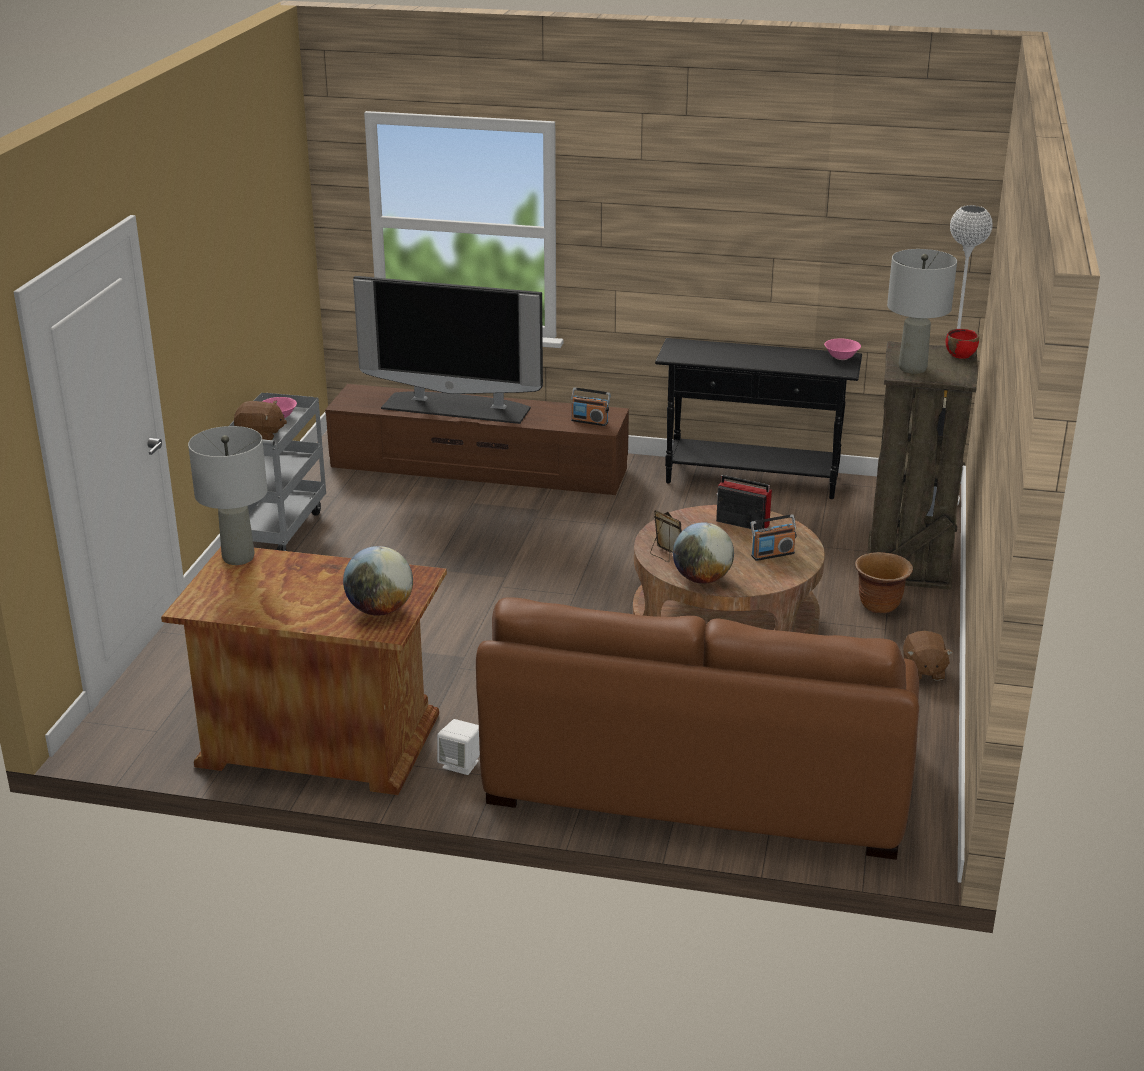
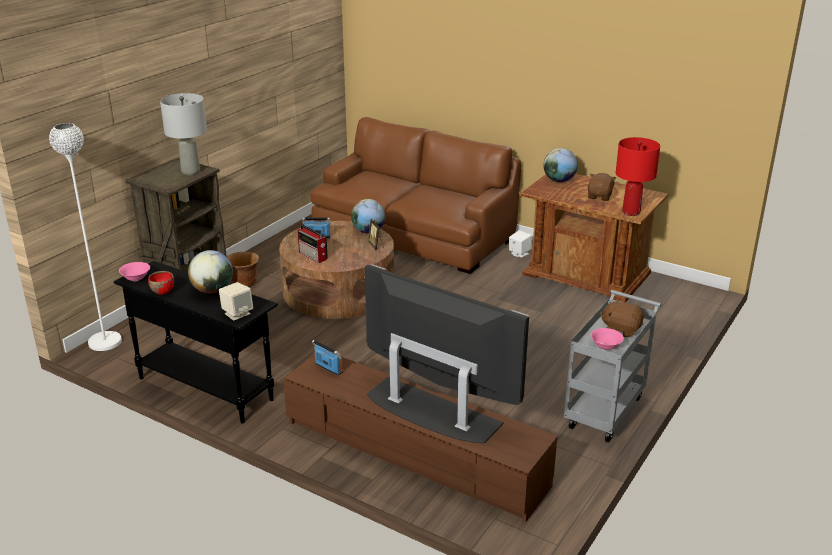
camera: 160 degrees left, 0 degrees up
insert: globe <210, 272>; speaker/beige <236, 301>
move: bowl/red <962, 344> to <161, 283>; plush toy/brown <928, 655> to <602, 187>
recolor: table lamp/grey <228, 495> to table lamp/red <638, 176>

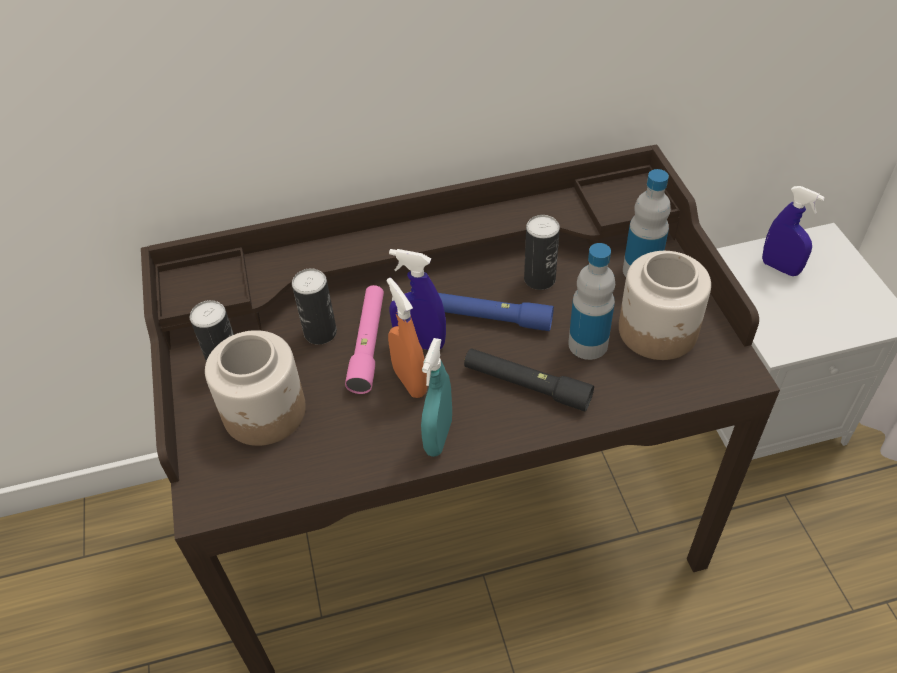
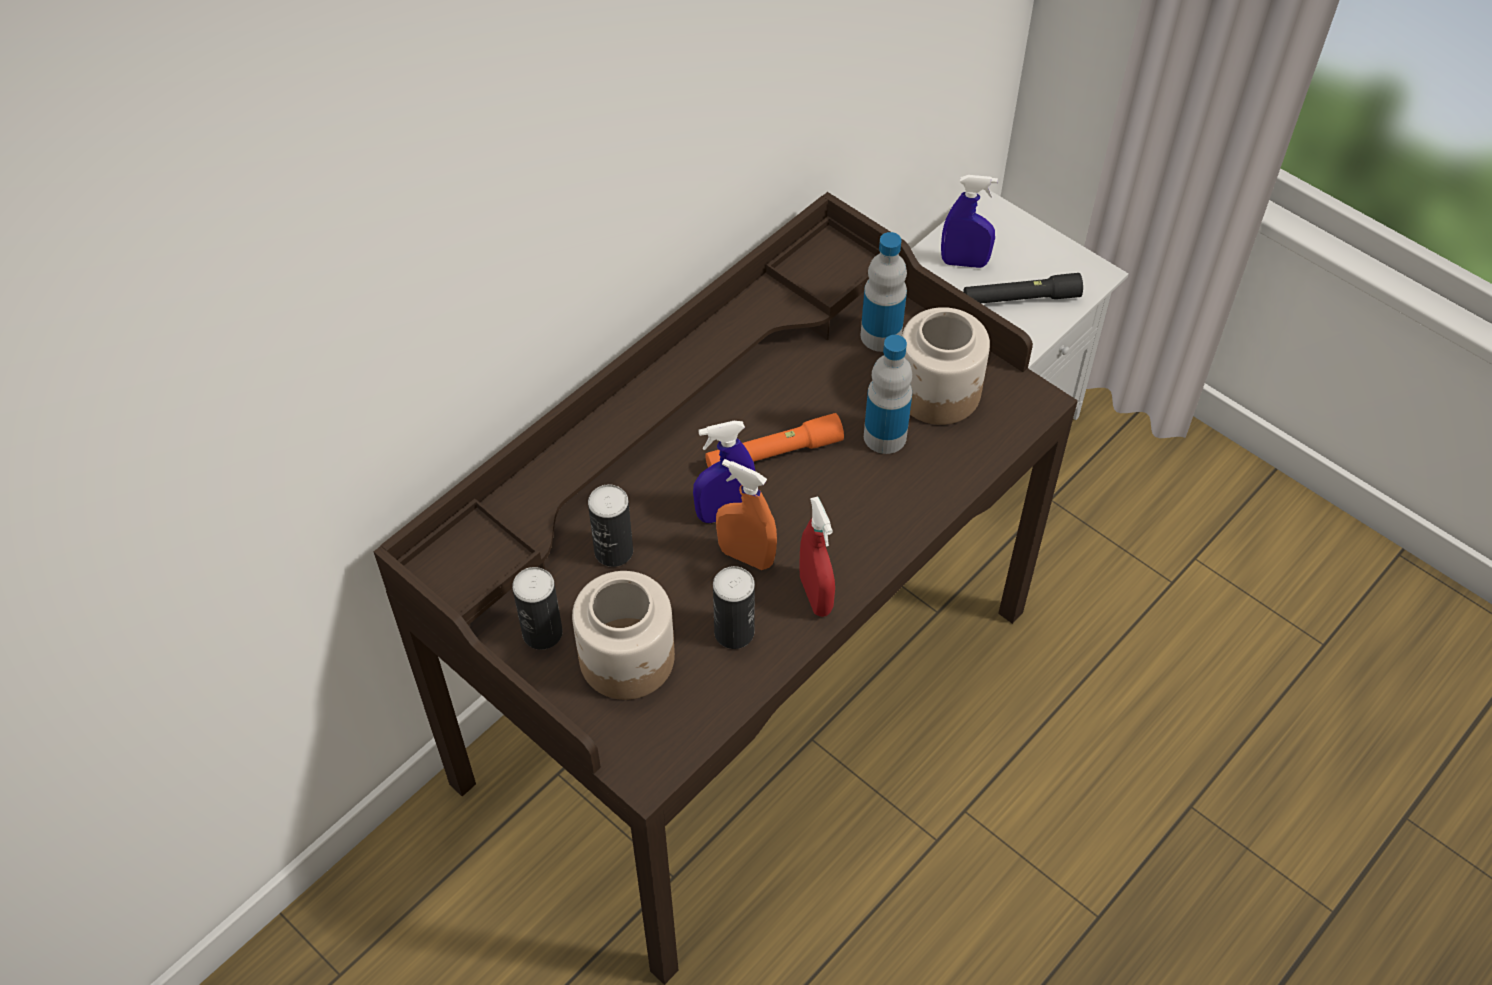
camera: 35 degrees left, 5 degrees up
delete: flashlight/pink <364, 339>
move: can <542, 252> to <734, 607>; flashlight/black <529, 380> to <1023, 288>
recolor: flashlight/blue <496, 312> to flashlight/orange <774, 440>; spray bottle/turquoise <436, 397> to spray bottle/red <817, 556>

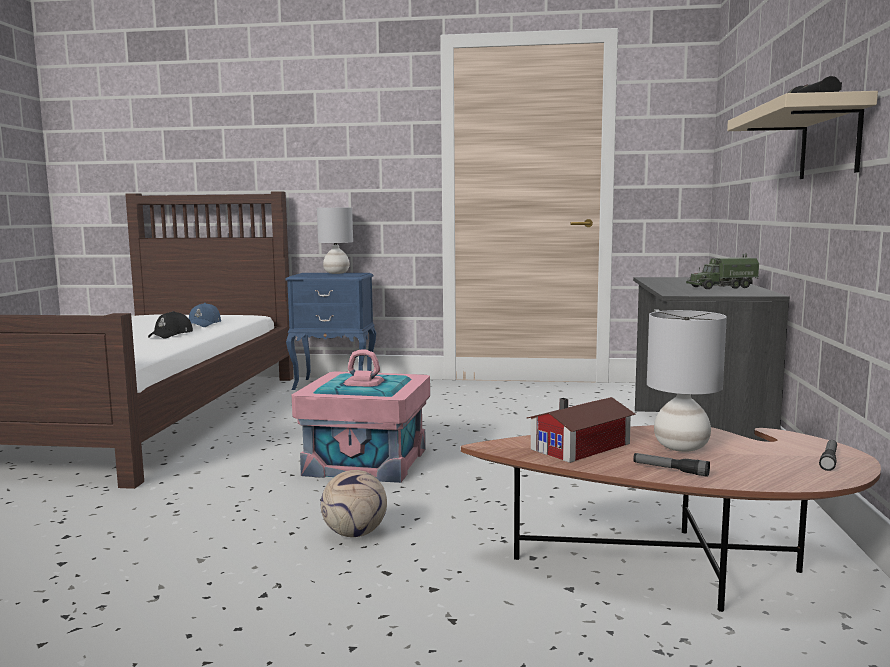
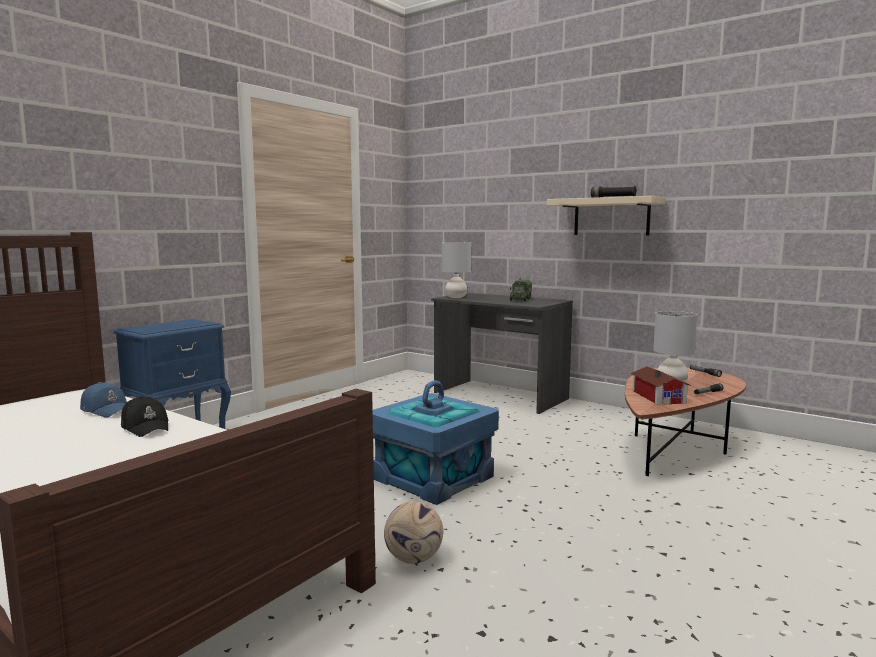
camera: 60 degrees left, 0 degrees up
move: table lamp/grey <335, 241> to <456, 270>; football <354, 503> to <413, 532>
recolor: storage box/pink <361, 416> to storage box/blue <436, 442>

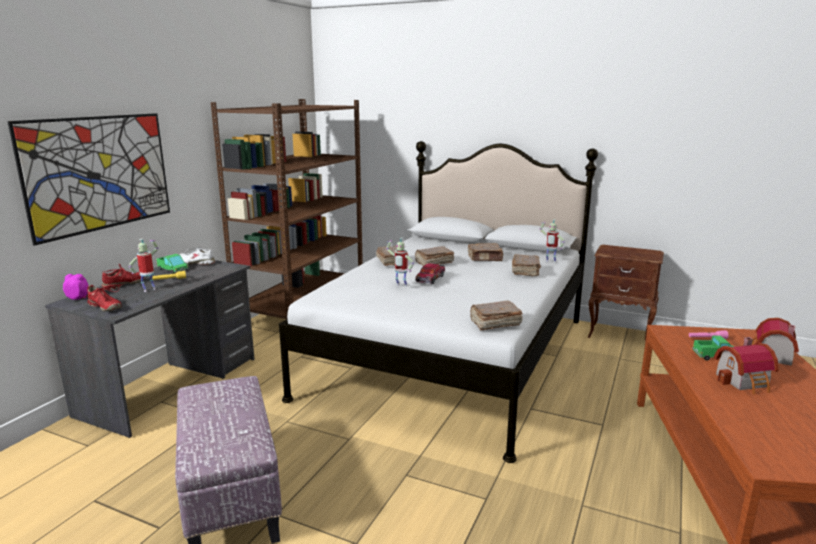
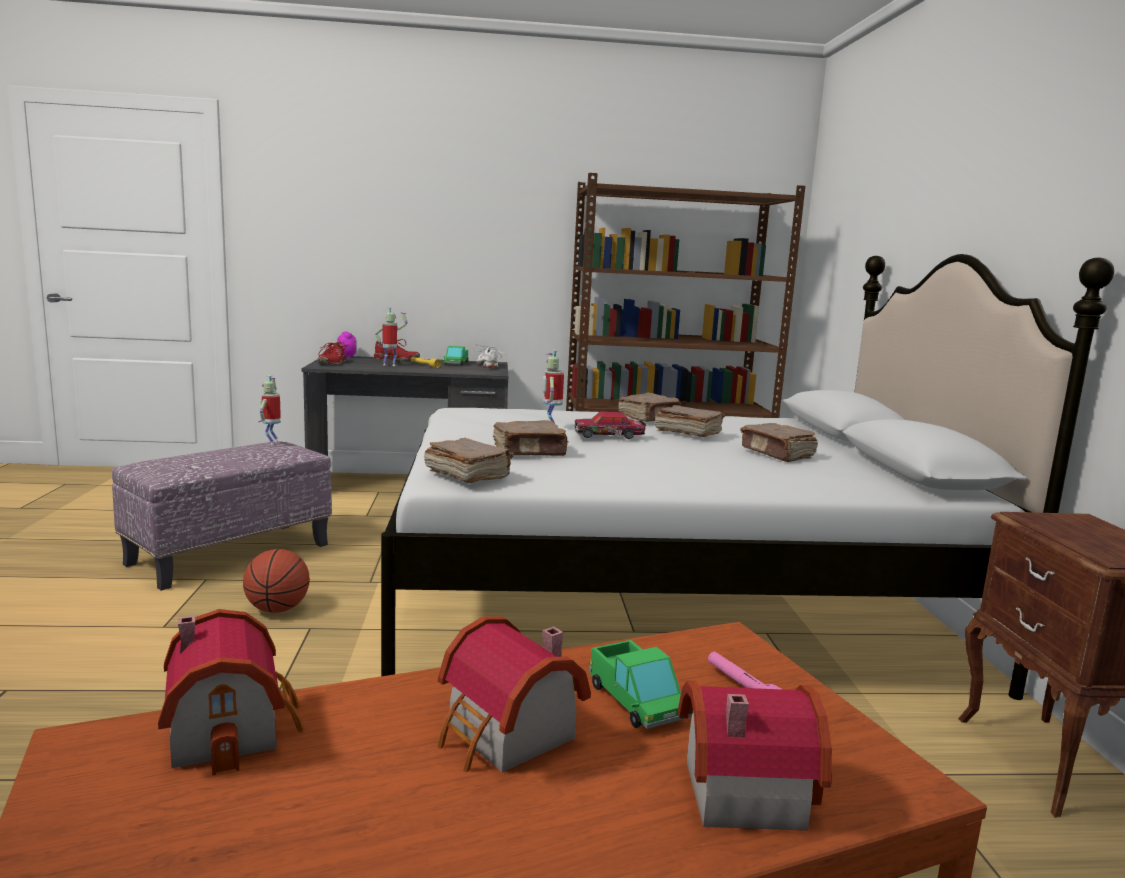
camera: 60 degrees right, 5 degrees down
delete: picture <88, 179>
insert: basketball <276, 581>; toy house <231, 692>
move: toy robot <552, 241> to <270, 410>; book/brown <526, 265> to <530, 438>

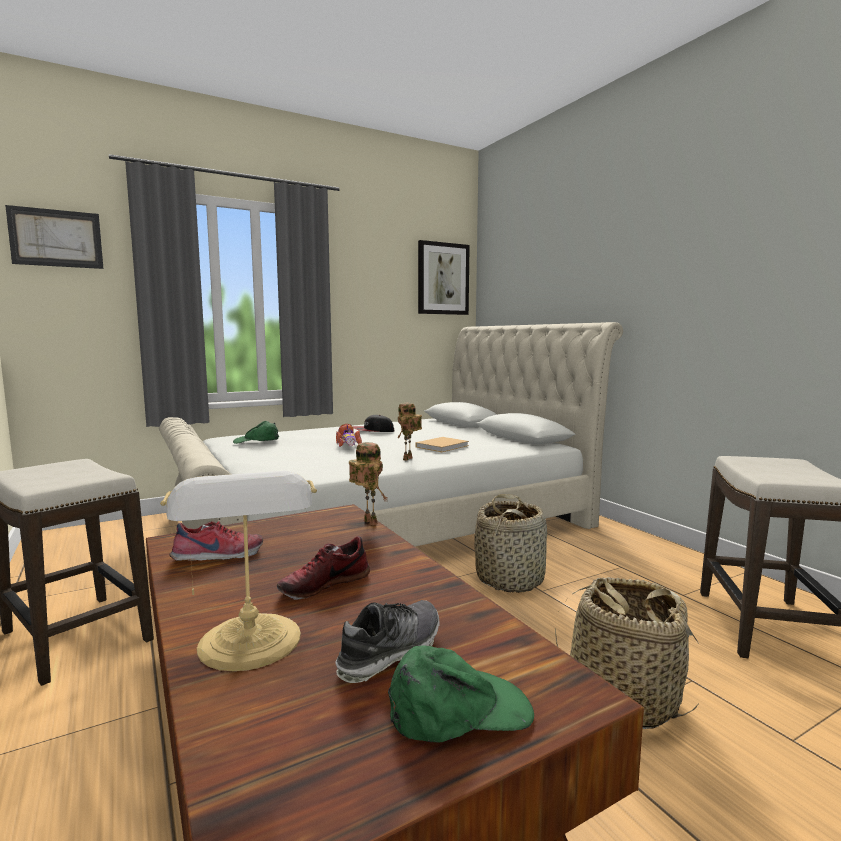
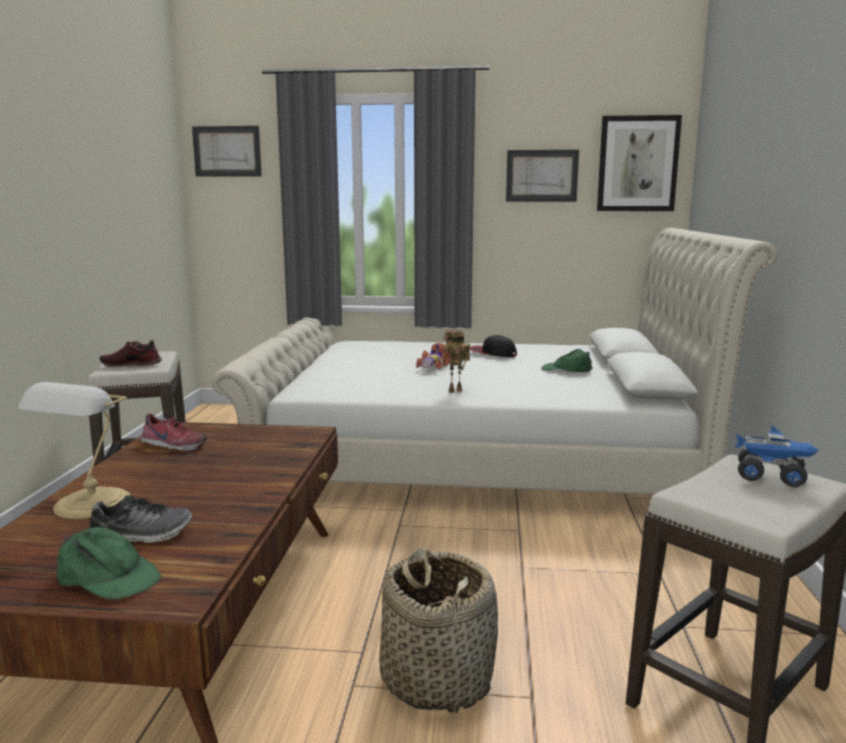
camera: 35 degrees right, 5 degrees up
delete: book/beige <442, 444>; toy robot <368, 484>; basket <510, 543>
insert: picture <542, 176>; toy truck <776, 455>
move: cap/green <256, 432> to <566, 360>; shoe <323, 568> to <130, 353>

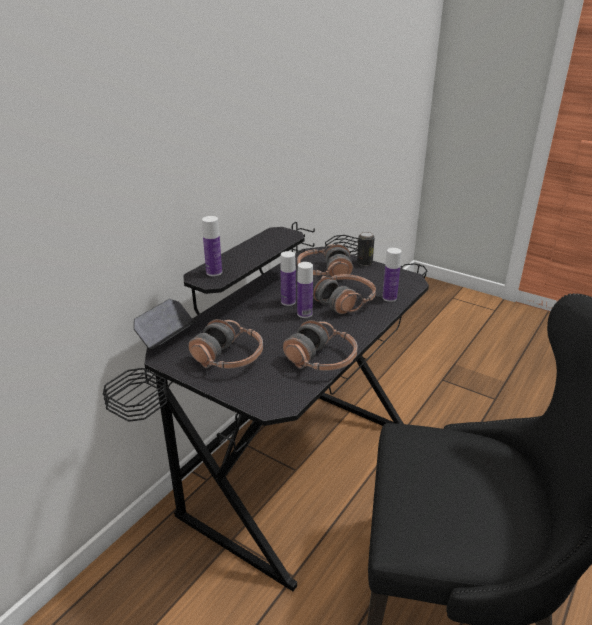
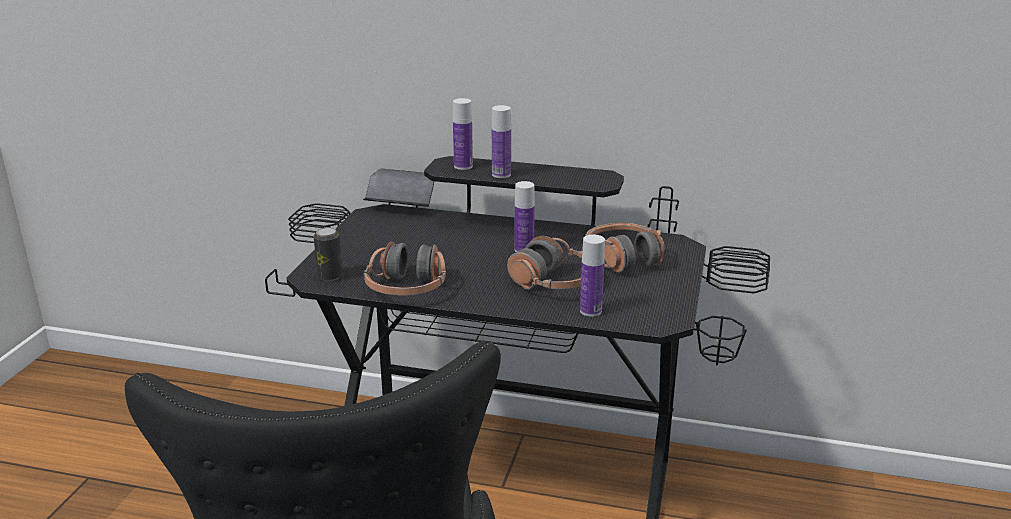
camera: 70 degrees right, 5 degrees down
delete: headphones <225, 344>
move: can <366, 249> to <328, 254>; bottle <305, 290> to <501, 141>

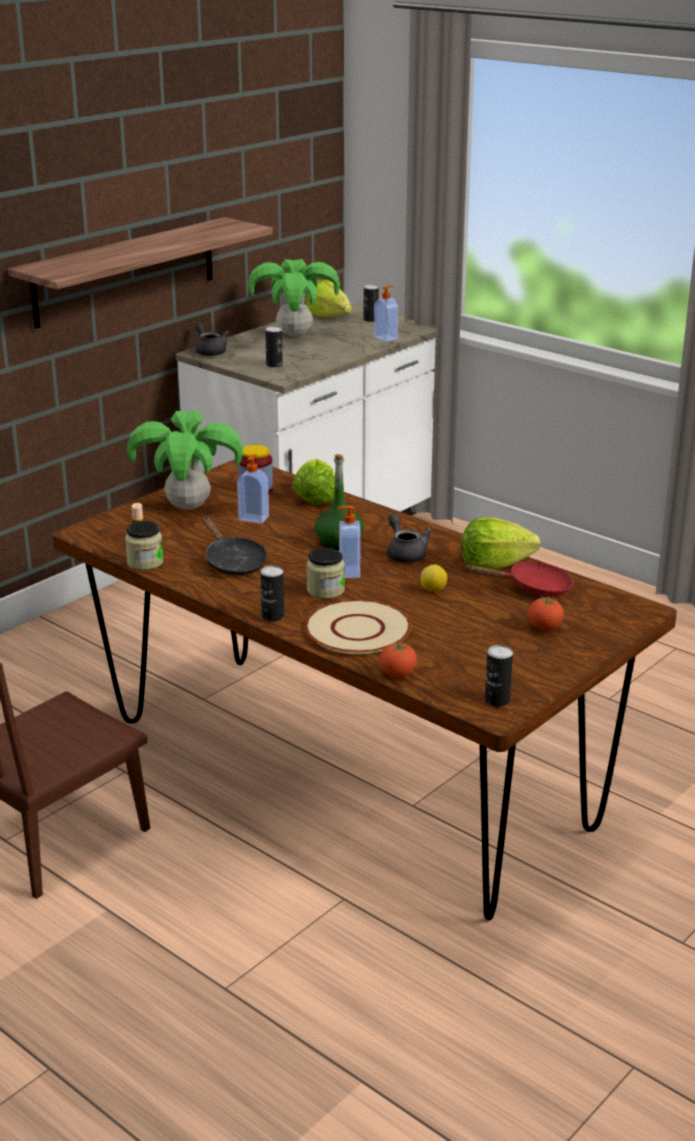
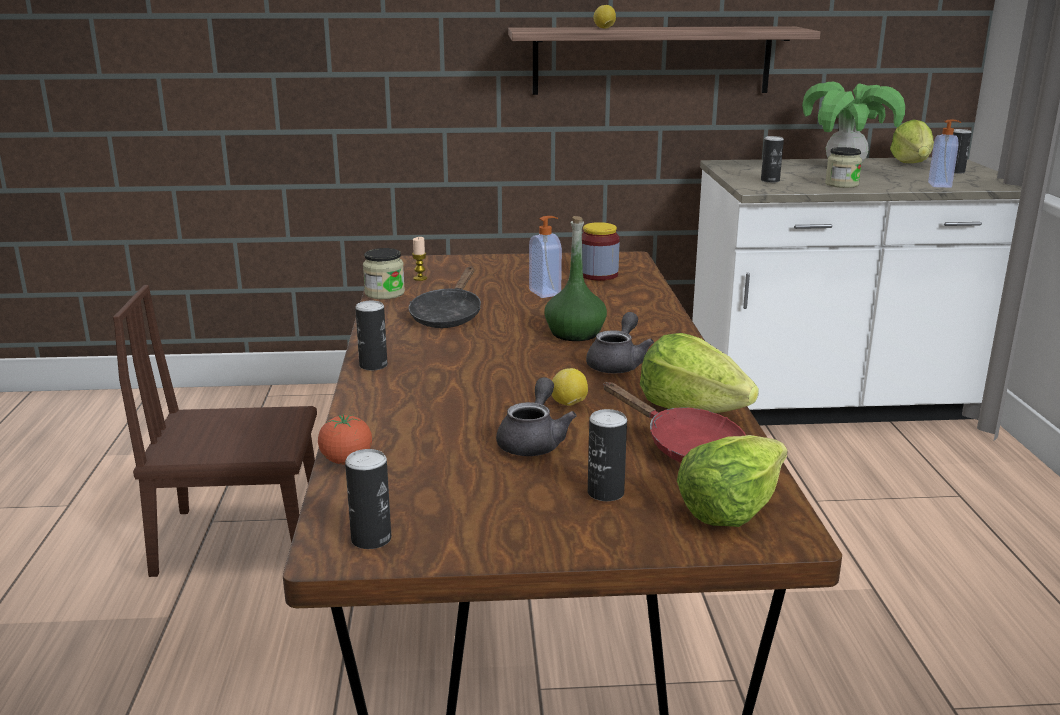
camera: 45 degrees right, 5 degrees down
delete: potted plant <185, 460>; soap dispenser <348, 542>; plate/beige <358, 627>
insert: lemon <604, 16>
move: teapot/grey <212, 339> to <536, 416>; lettuce <313, 482> to <732, 481>; jar <325, 573> to <843, 167>
replace: tomato <546, 613> to can <607, 455>

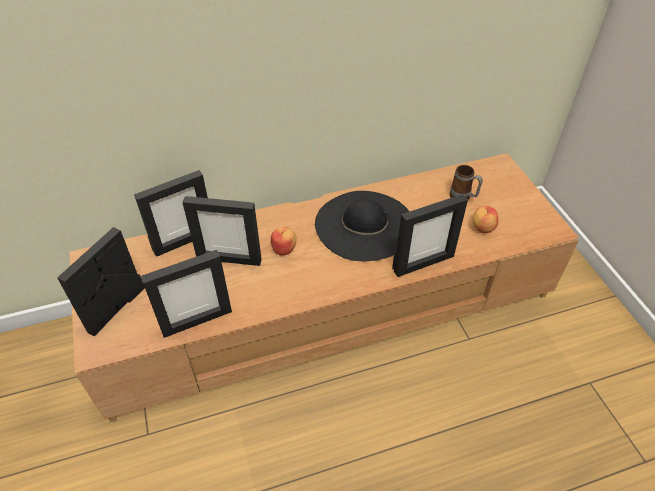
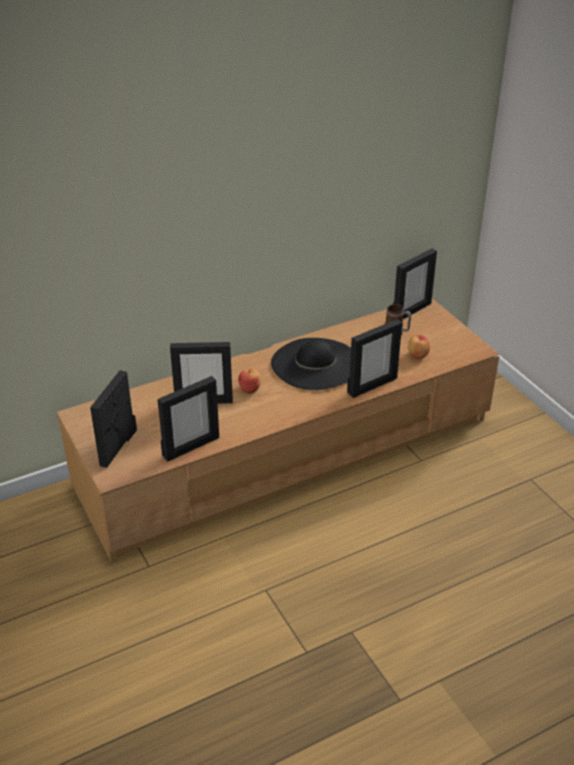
camera: 10 degrees left, 10 degrees down
move: picture frame <171, 213> to <415, 283>

